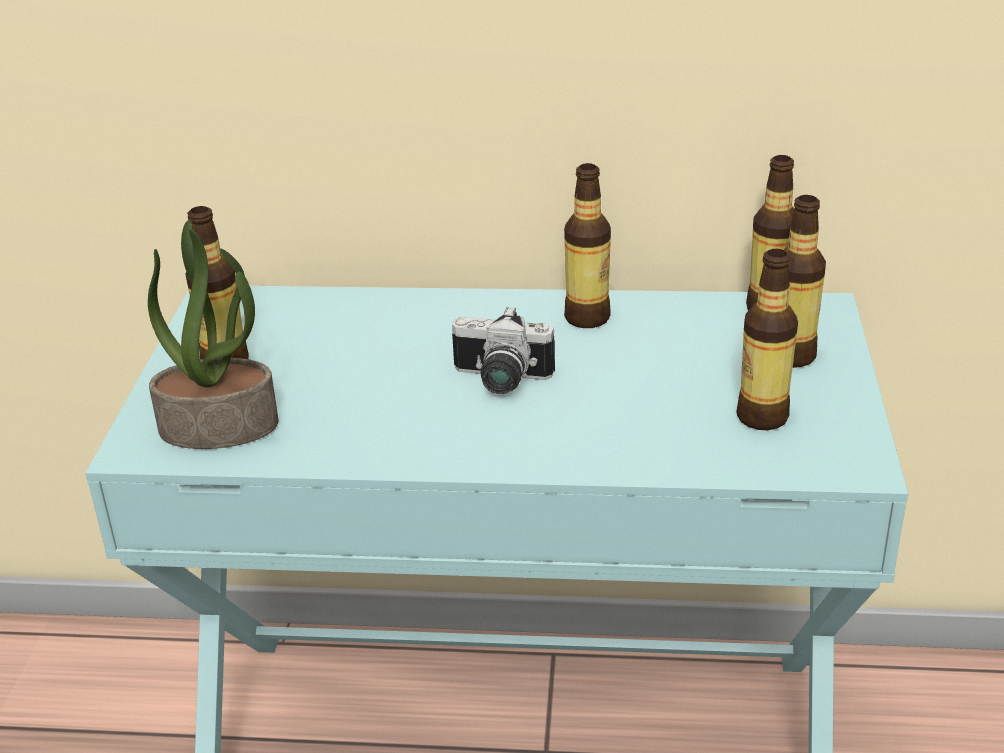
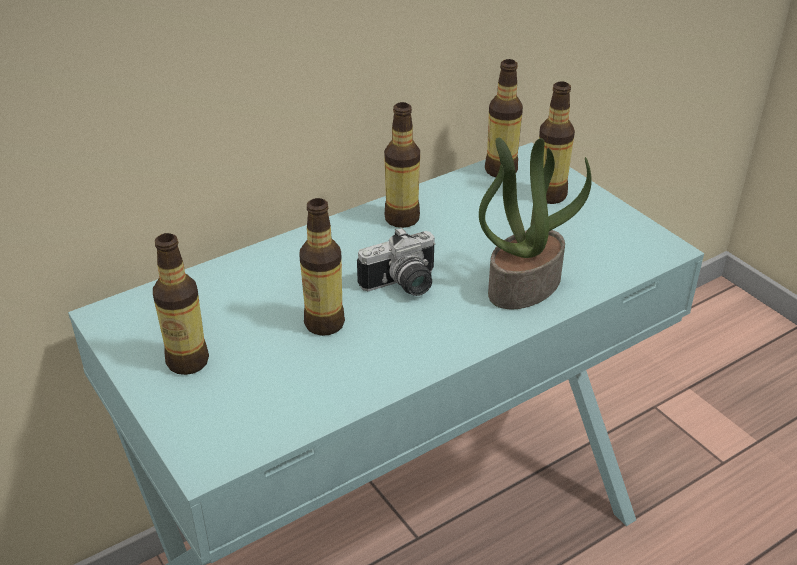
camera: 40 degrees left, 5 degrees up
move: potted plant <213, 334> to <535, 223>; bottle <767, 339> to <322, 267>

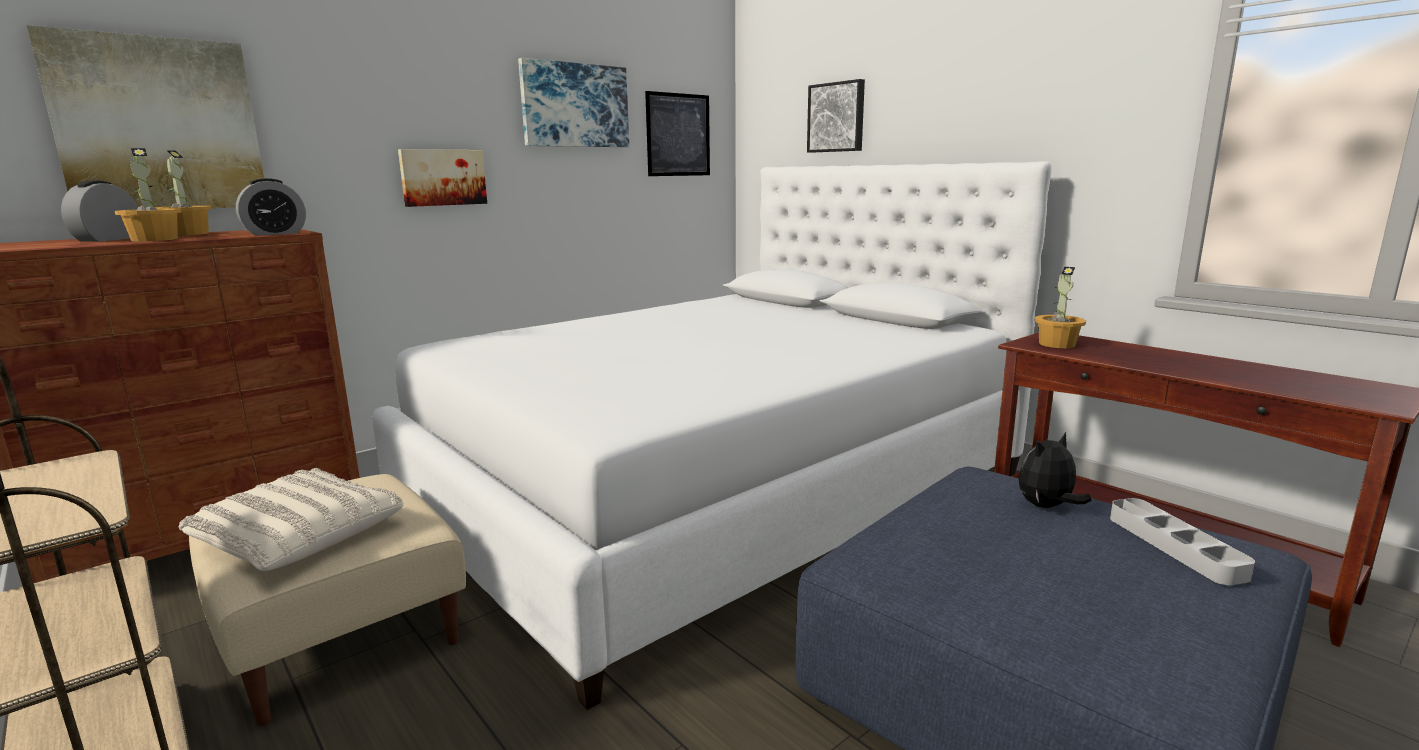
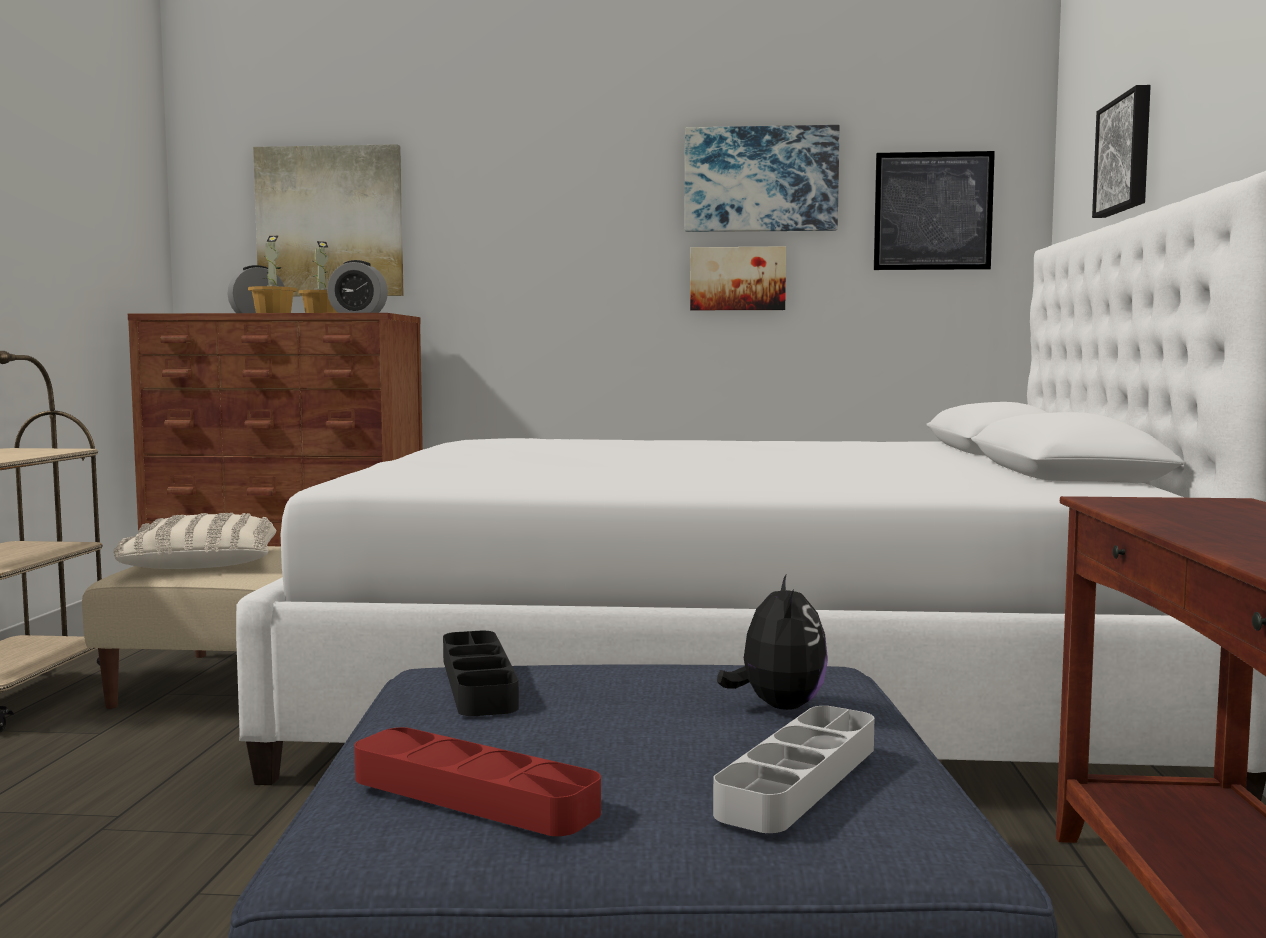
camera: 45 degrees right, 10 degrees down
delete: potted plant <1060, 307>
insert: tray/black <481, 673>; tray/red <477, 781>
move: picture <442, 178> to <738, 278>
rotate: plush toy <1055, 470> = <772, 642> 75 degrees clockwise

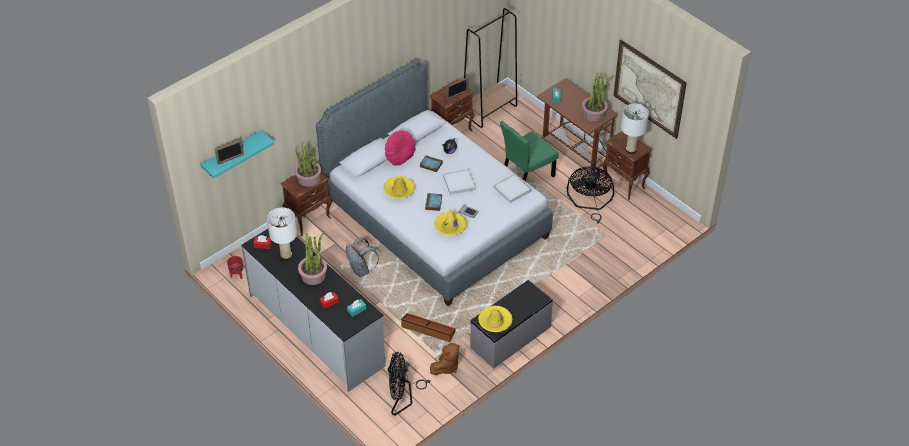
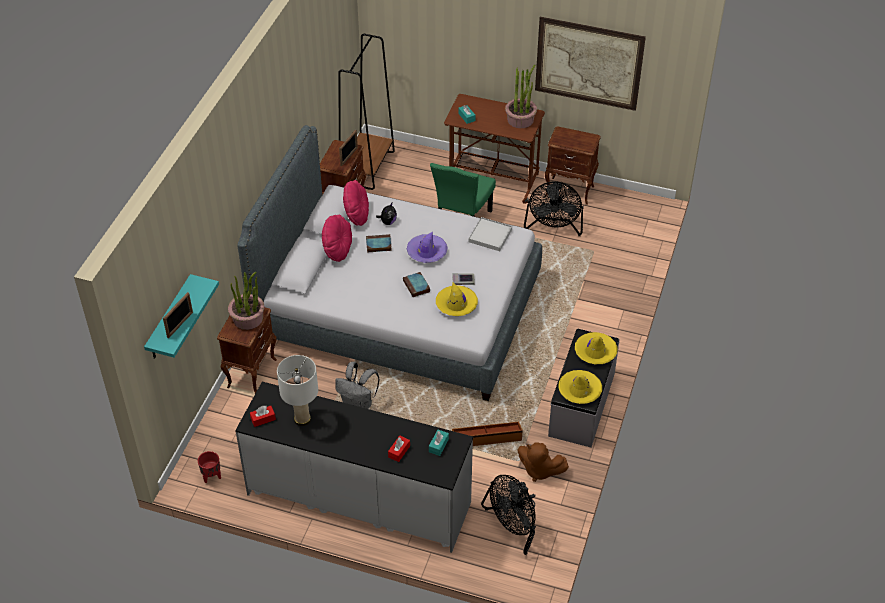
camera: 30 degrees left, 0 degrees up
delete: table lamp/white <635, 129>; potted plant <312, 258>
insert: pillow/pink <356, 203>
move: hat/yellow <399, 187> to <596, 348>
replace: tray/white <459, 182> to hat/purple <427, 247>
rotate: fan/black <590, 195> = <554, 208> 150 degrees counterclockwise; plush toy/brown <445, 359> = <543, 462> 105 degrees clockwise

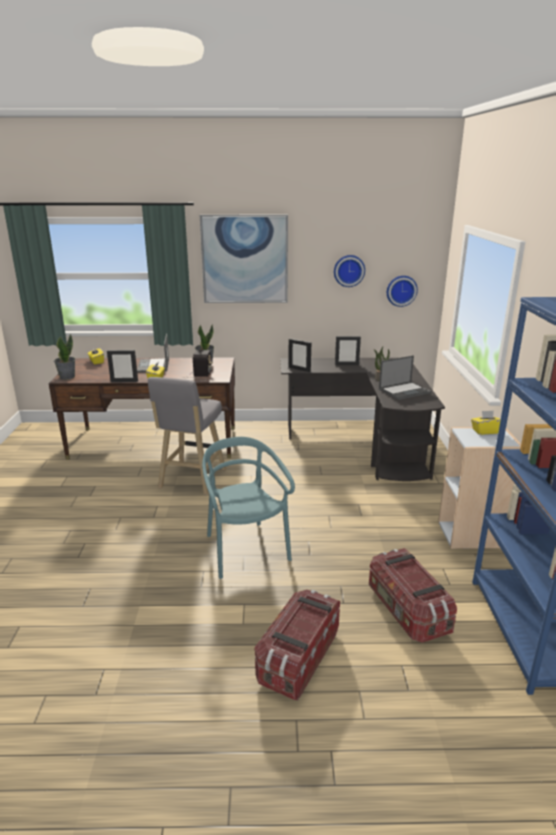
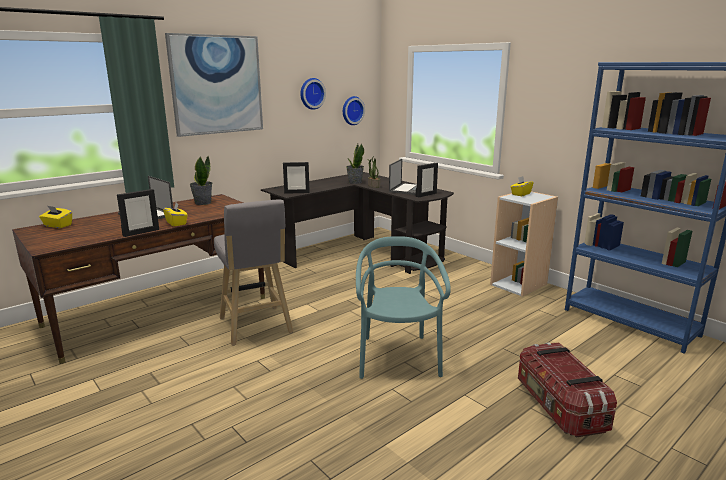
camera: 40 degrees left, 5 degrees down
delete: radio <197, 365>; storage box <413, 595>
move: potted plant <64, 357> to <355, 164>; picture frame <348, 350> to <427, 180>
rotate: chair/turquoise <248, 508> = <403, 307> 60 degrees clockwise

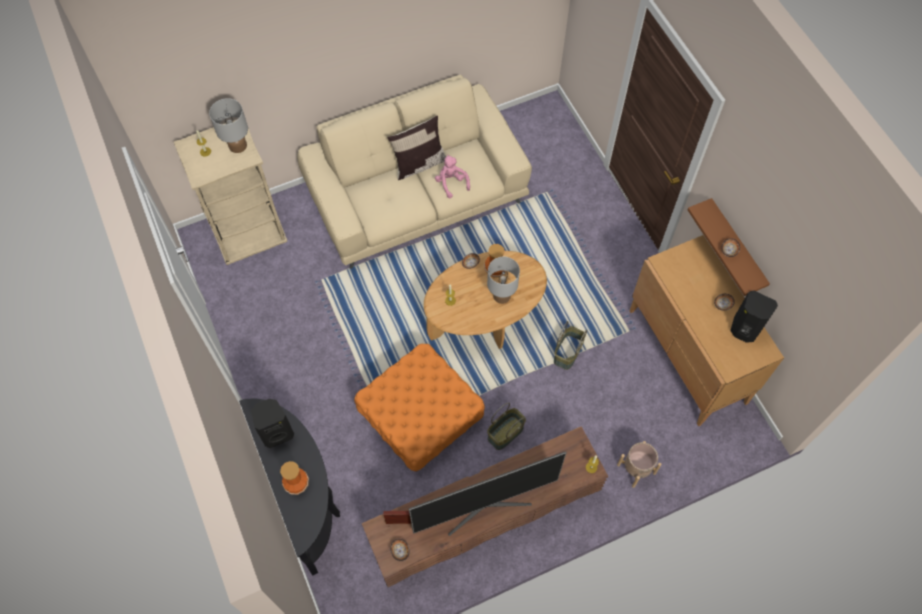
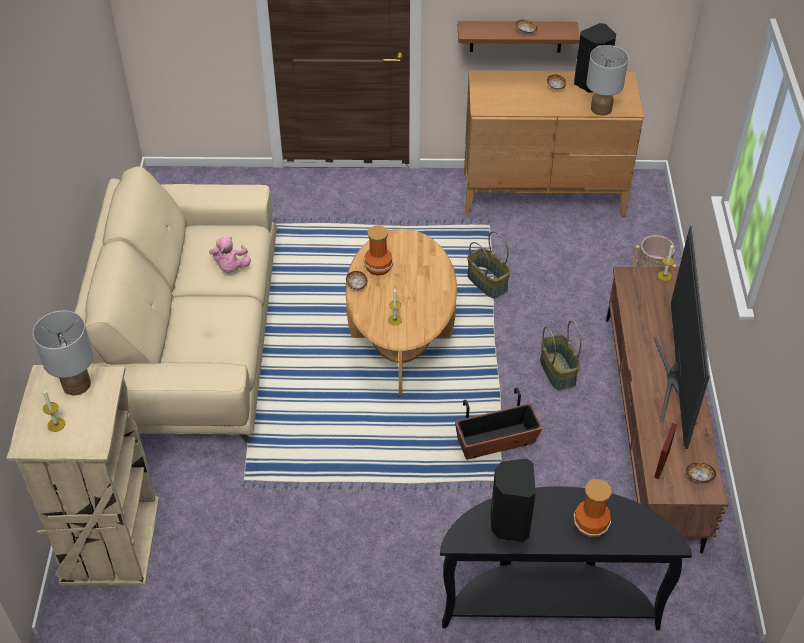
camera: 65 degrees left, 15 degrees down
delete: pillow <416, 148>
move: table lamp/grey <503, 280> to <607, 80>
replace: ottoman/orange <419, 408> to planter <499, 423>
rotate: plush toy/pink <452, 177> = <230, 254> 90 degrees counterclockwise

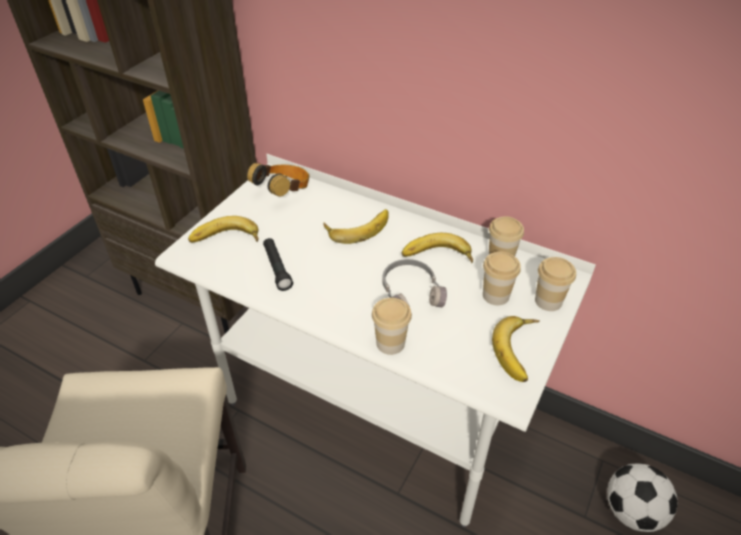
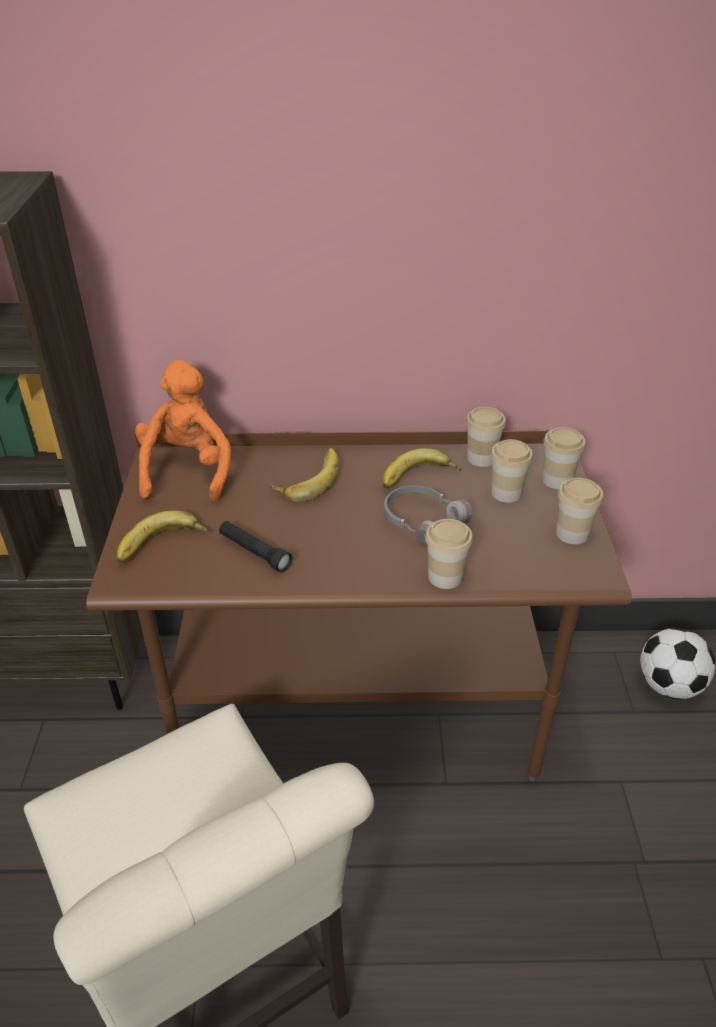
camera: 30 degrees left, 5 degrees down
replace: headphones <278, 179> to plush toy/orange <183, 431>; banana <516, 349> to cup <579, 511>
recolor: desk/white <375, 340> to desk/brown <359, 606>

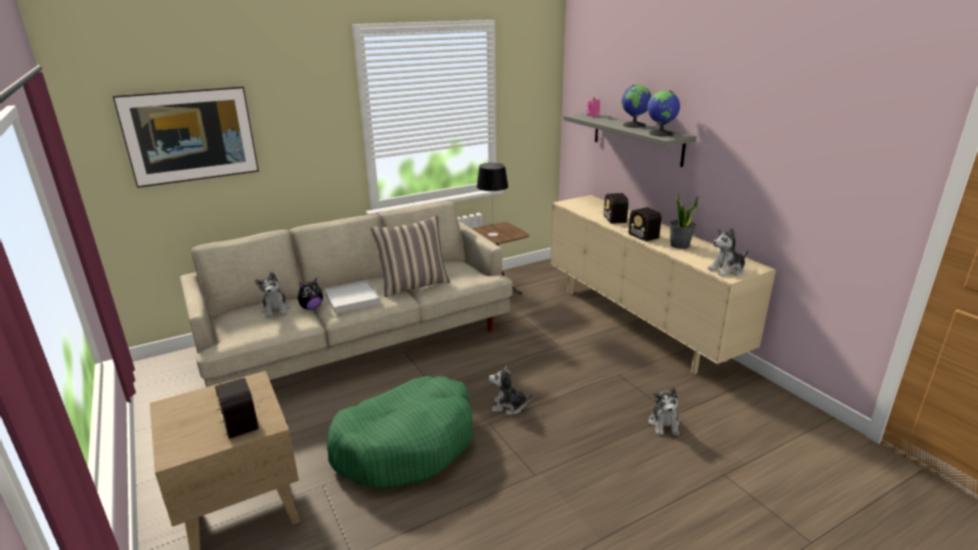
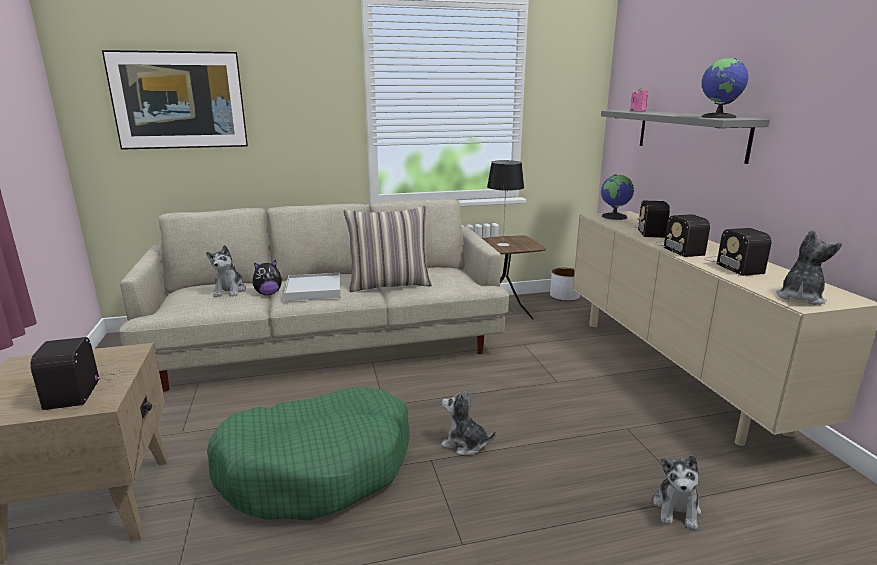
camera: 15 degrees right, 5 degrees down
insert: planter/white <565, 284>
move: globe <636, 106> to <617, 197>
replace: potted plant <683, 221> to radio <738, 252>
rotate: plush toy <728, 252> = <809, 267> 135 degrees clockwise

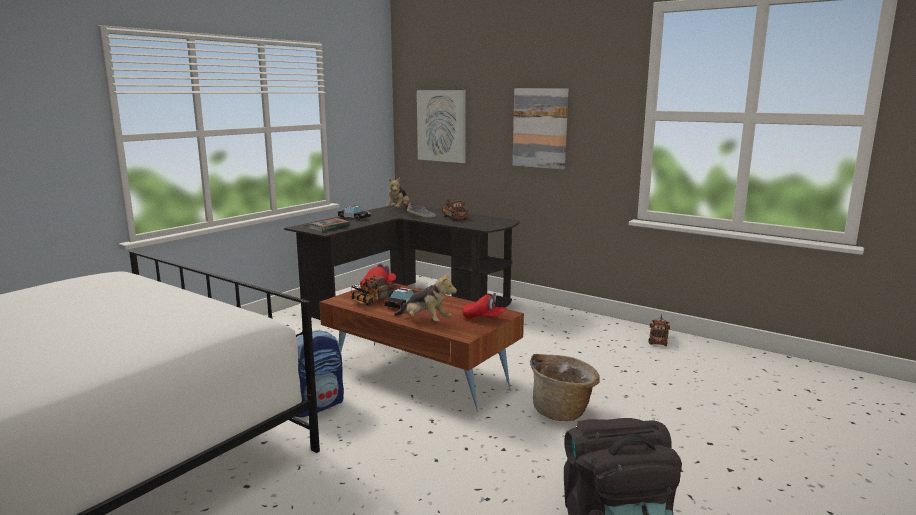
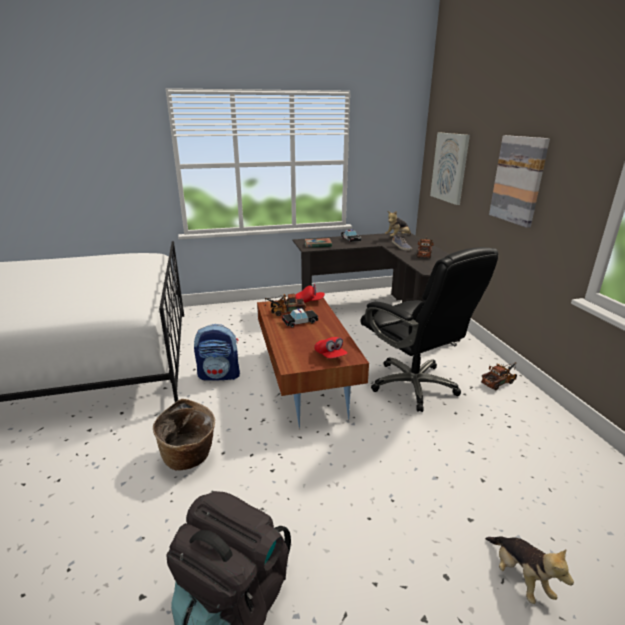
camera: 40 degrees right, 10 degrees up
insert: office chair/black <429, 329>
move: plush toy <425, 296> to <529, 570>; toy truck <659, 330> to <499, 376>; basket <565, 387> to <184, 434>

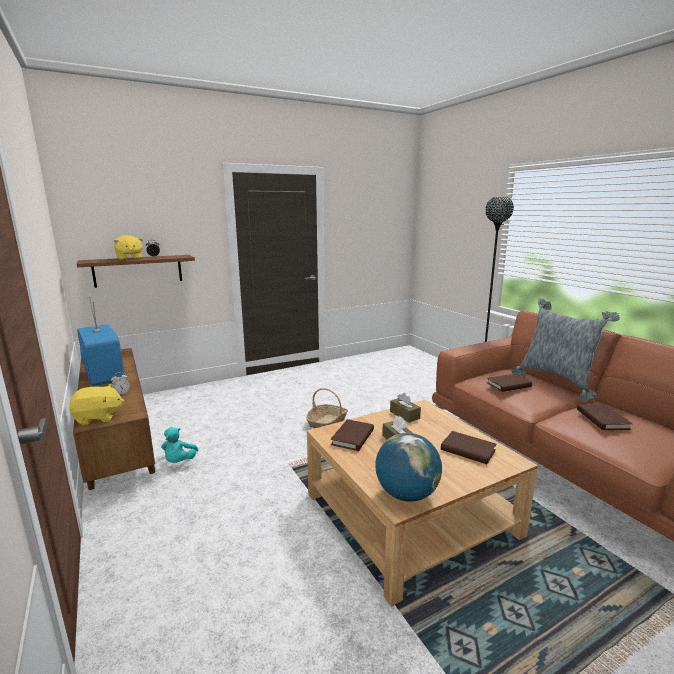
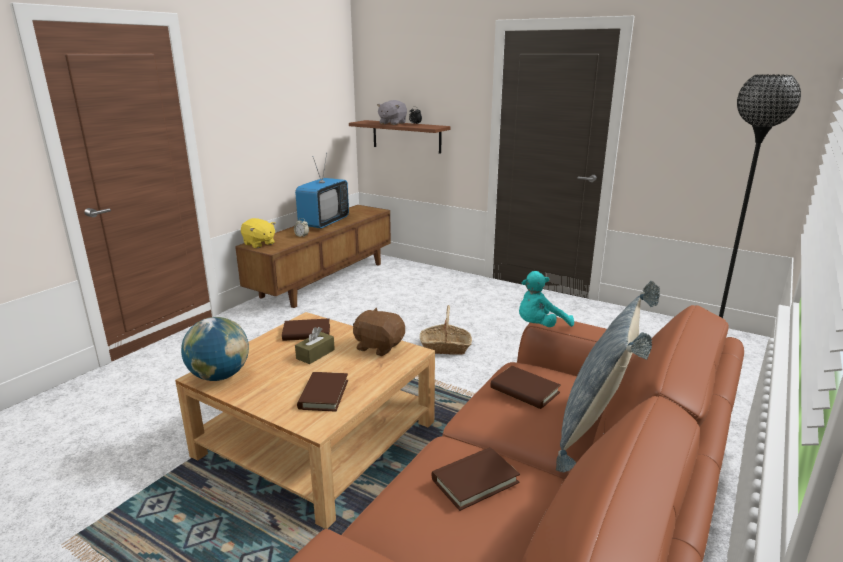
camera: 60 degrees right, 5 degrees up
move: plush toy/turquoise <180, 445> to <546, 299>
replace: tissue box/brown <405, 408> to plush toy/brown <379, 331>
recolor: plush toy/yellow <128, 247> to plush toy/grey <392, 112>

